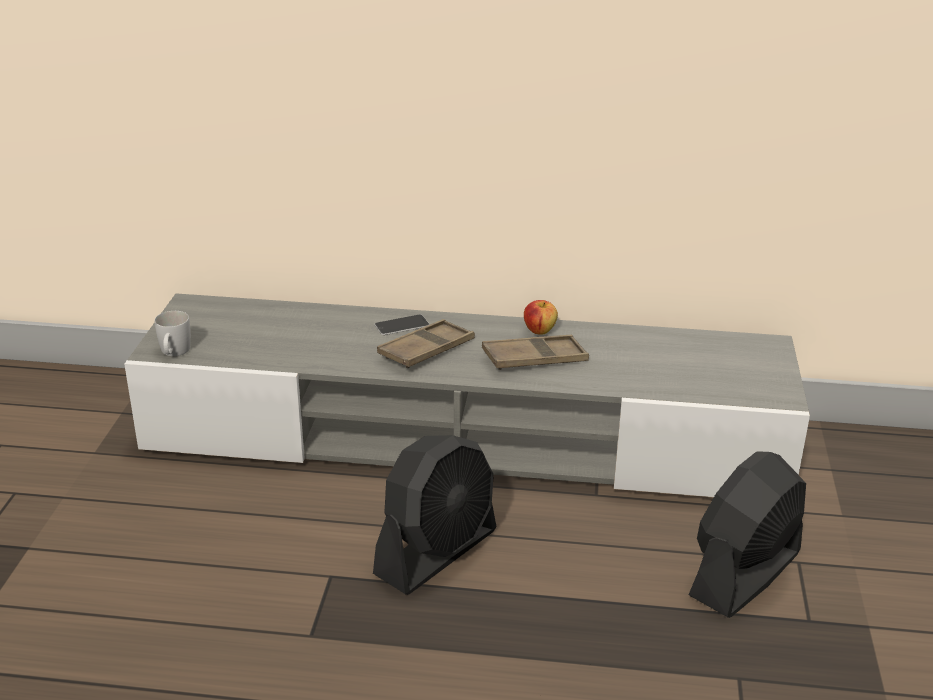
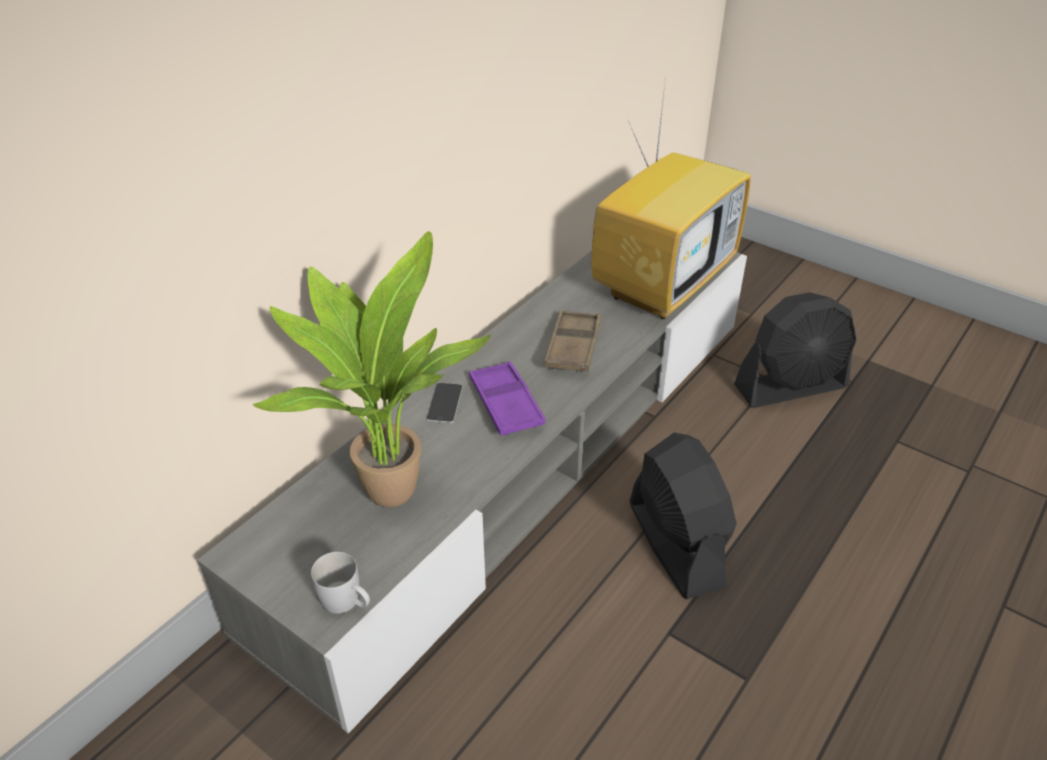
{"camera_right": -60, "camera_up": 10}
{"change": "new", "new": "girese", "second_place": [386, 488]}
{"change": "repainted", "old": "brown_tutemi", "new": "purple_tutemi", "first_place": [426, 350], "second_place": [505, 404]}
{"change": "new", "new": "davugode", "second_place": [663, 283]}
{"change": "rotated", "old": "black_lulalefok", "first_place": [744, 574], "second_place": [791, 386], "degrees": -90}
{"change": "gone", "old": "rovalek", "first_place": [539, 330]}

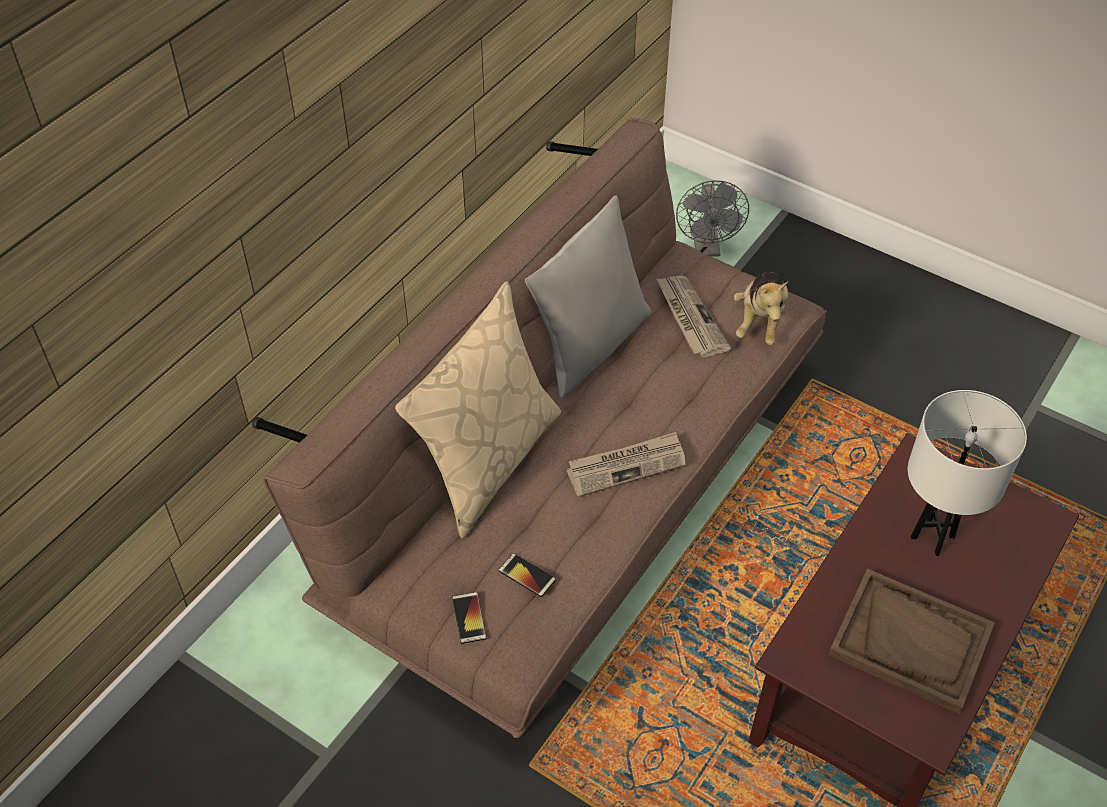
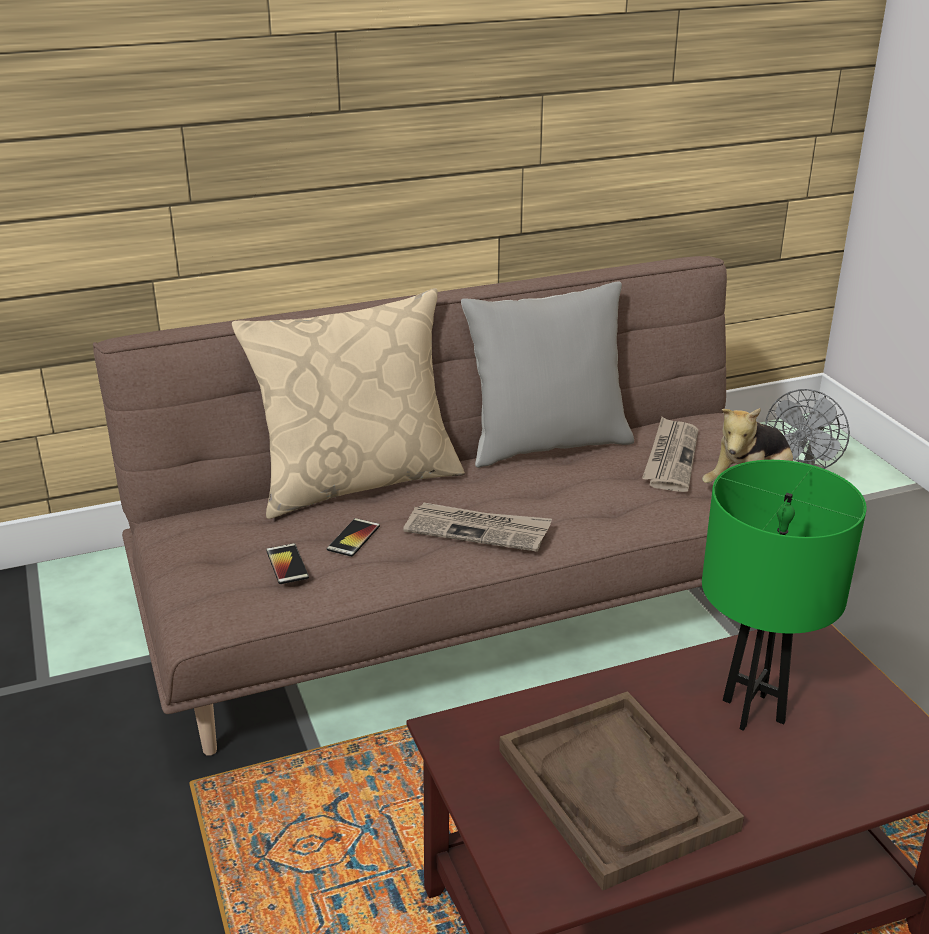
{"camera_right": 35, "camera_up": -20}
{"change": "shifted", "old": "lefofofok", "first_place": [469, 618], "second_place": [353, 538]}
{"change": "repainted", "old": "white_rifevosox", "new": "green_rifevosox", "first_place": [933, 537], "second_place": [753, 711]}

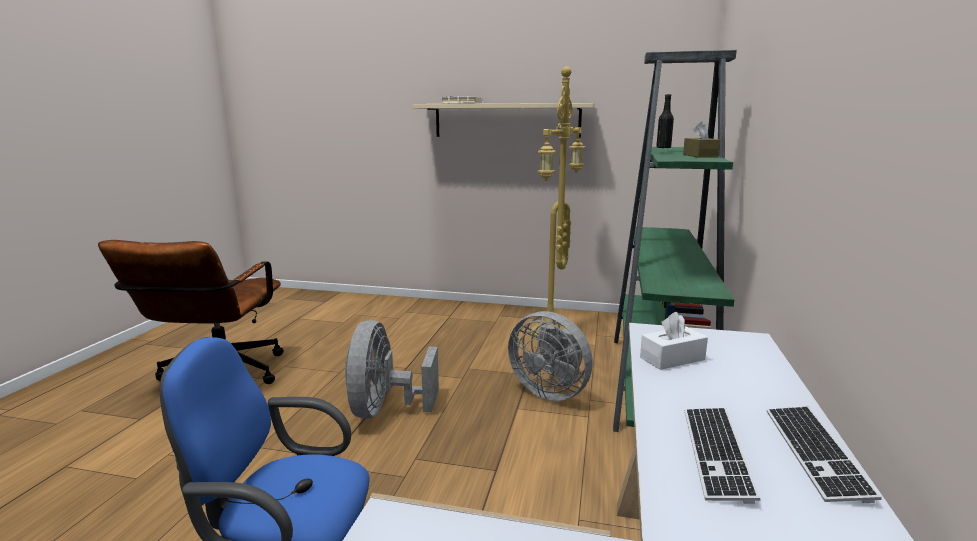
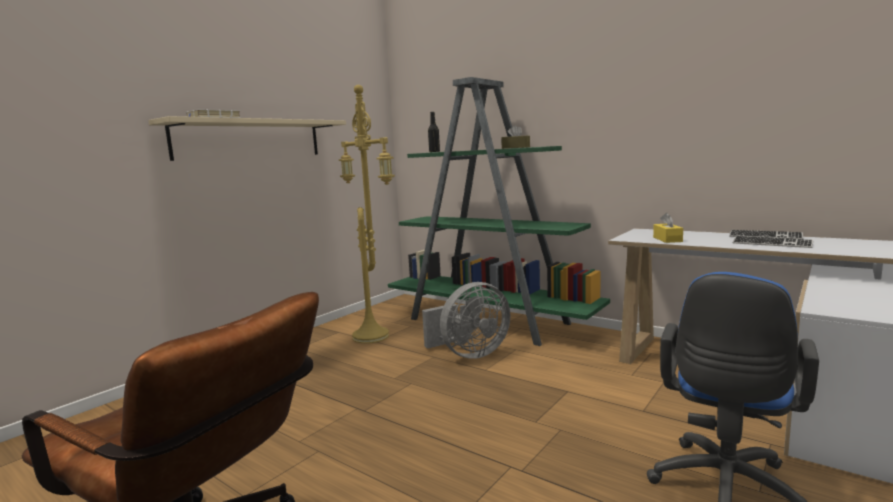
{"camera_right": -65, "camera_up": -5}
{"change": "repainted", "old": "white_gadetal", "new": "yellow_gadetal", "first_place": [672, 358], "second_place": [667, 239]}
{"change": "gone", "old": "grey_lulalefok", "first_place": [385, 410]}

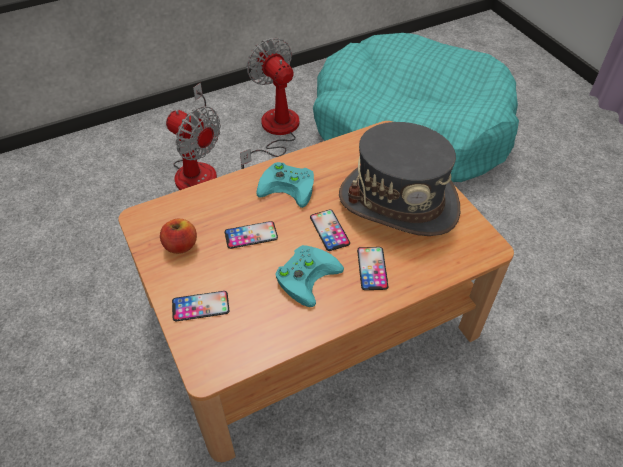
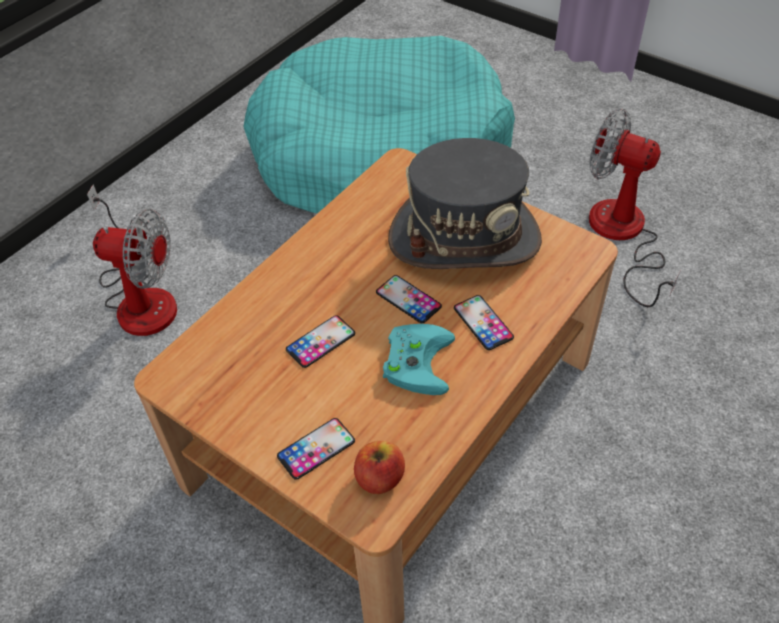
{"camera_right": -25, "camera_up": 0}
{"change": "shifted", "old": "rovalek", "first_place": [181, 245], "second_place": [379, 478]}
{"change": "shifted", "old": "lulalefok", "first_place": [274, 132], "second_place": [622, 236]}
{"change": "gone", "old": "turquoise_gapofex", "first_place": [290, 186]}

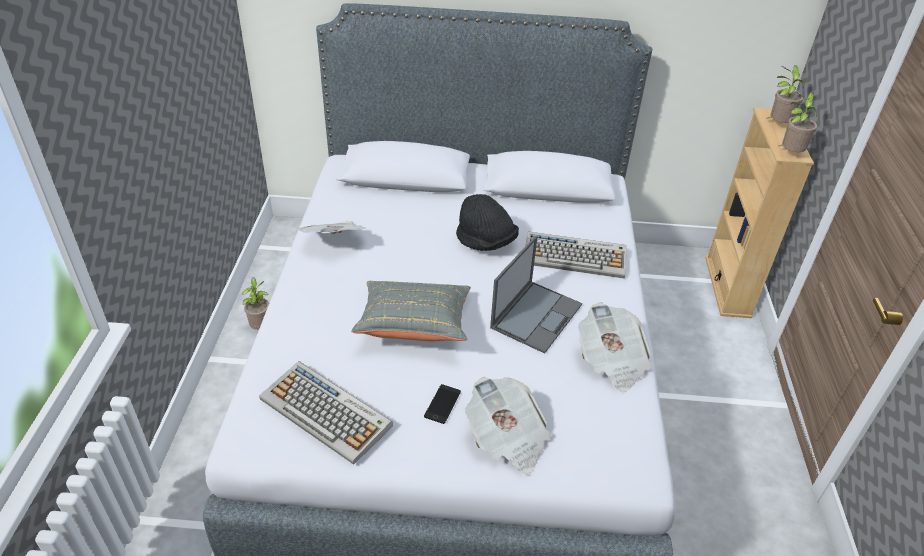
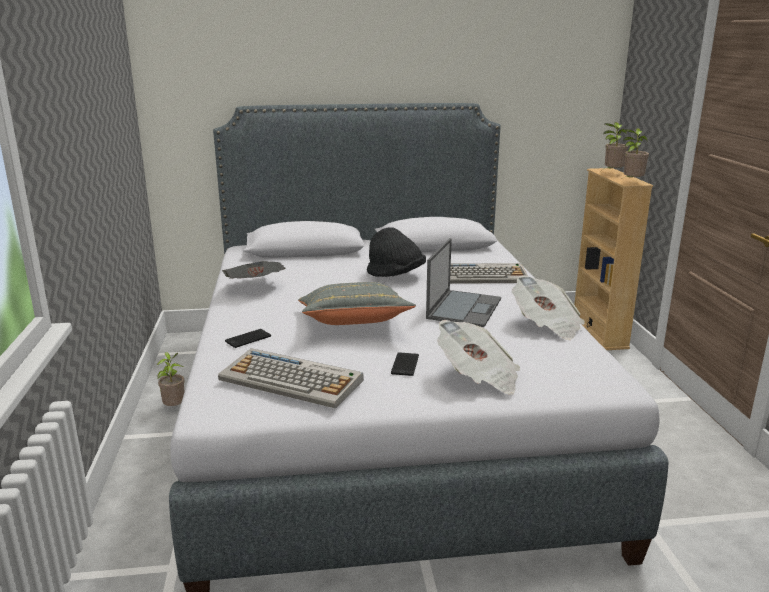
{"camera_right": -10, "camera_up": -20}
{"change": "new", "new": "lefofofok", "second_place": [248, 339]}

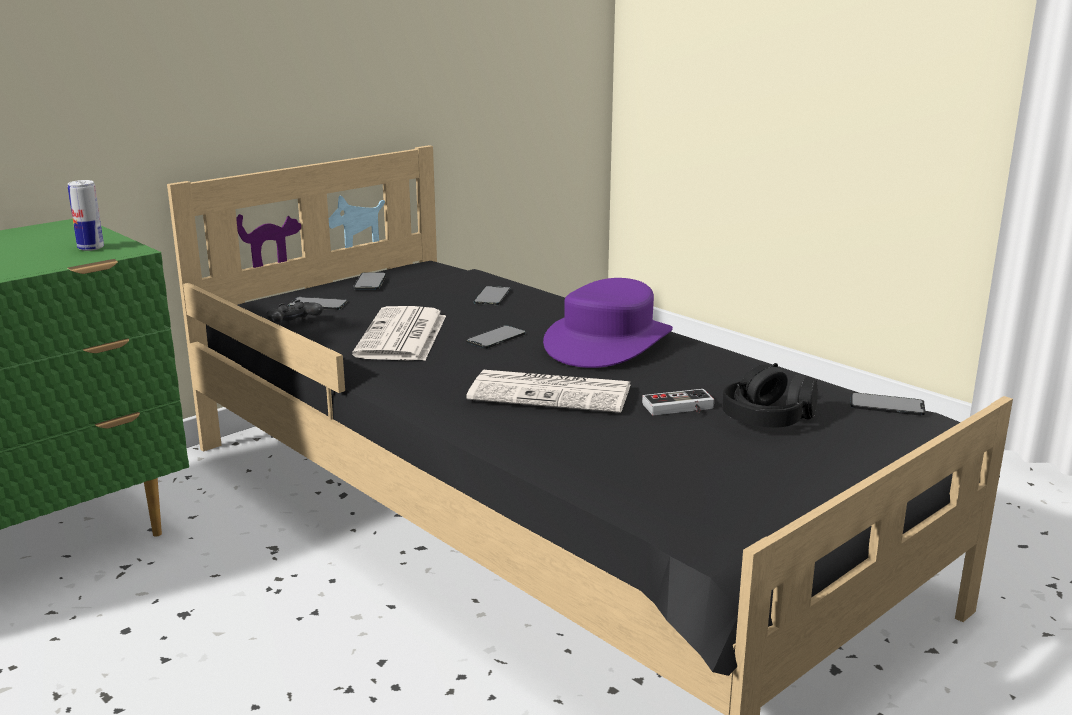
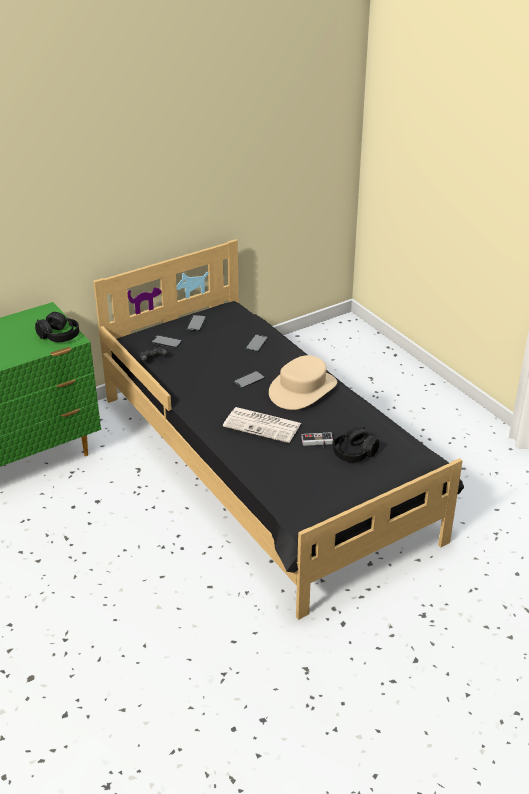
{"camera_right": 10, "camera_up": 15}
{"change": "swapped", "old": "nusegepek", "new": "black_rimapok", "first_place": [91, 248], "second_place": [59, 335]}
{"change": "repainted", "old": "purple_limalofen", "new": "beige_limalofen", "first_place": [608, 342], "second_place": [302, 389]}
{"change": "gone", "old": "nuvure", "first_place": [402, 336]}
{"change": "gone", "old": "lefofofok", "first_place": [887, 405]}

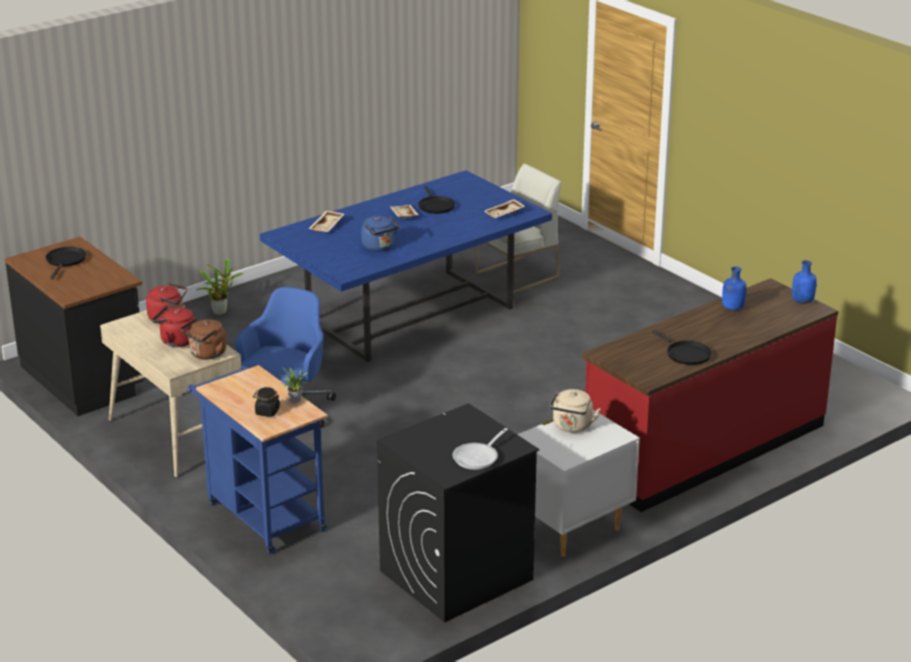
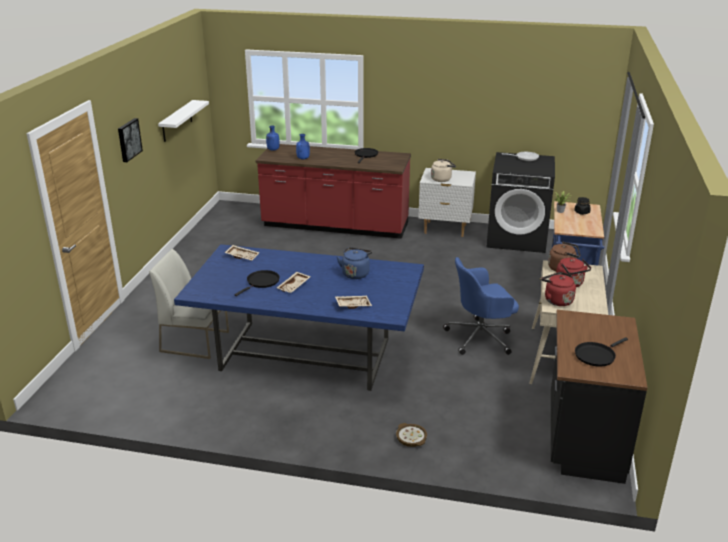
{"camera_right": -130, "camera_up": 0}
{"change": "new", "new": "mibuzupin", "second_place": [128, 139]}
{"change": "new", "new": "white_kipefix", "second_place": [177, 121]}
{"change": "swapped", "old": "girese", "new": "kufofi", "first_place": [221, 311], "second_place": [411, 438]}

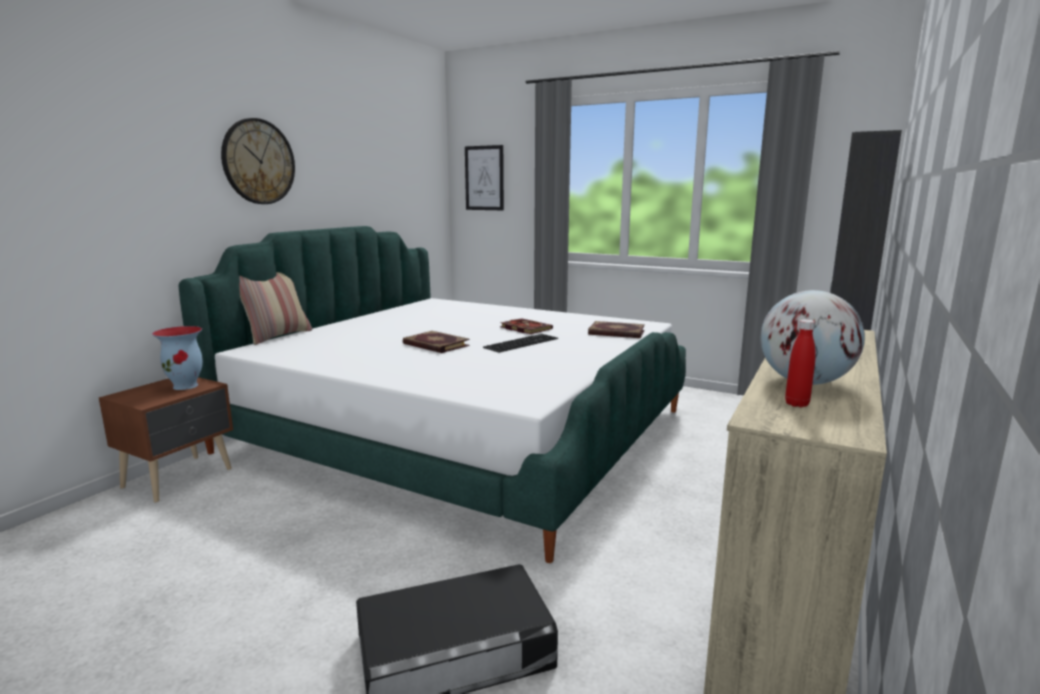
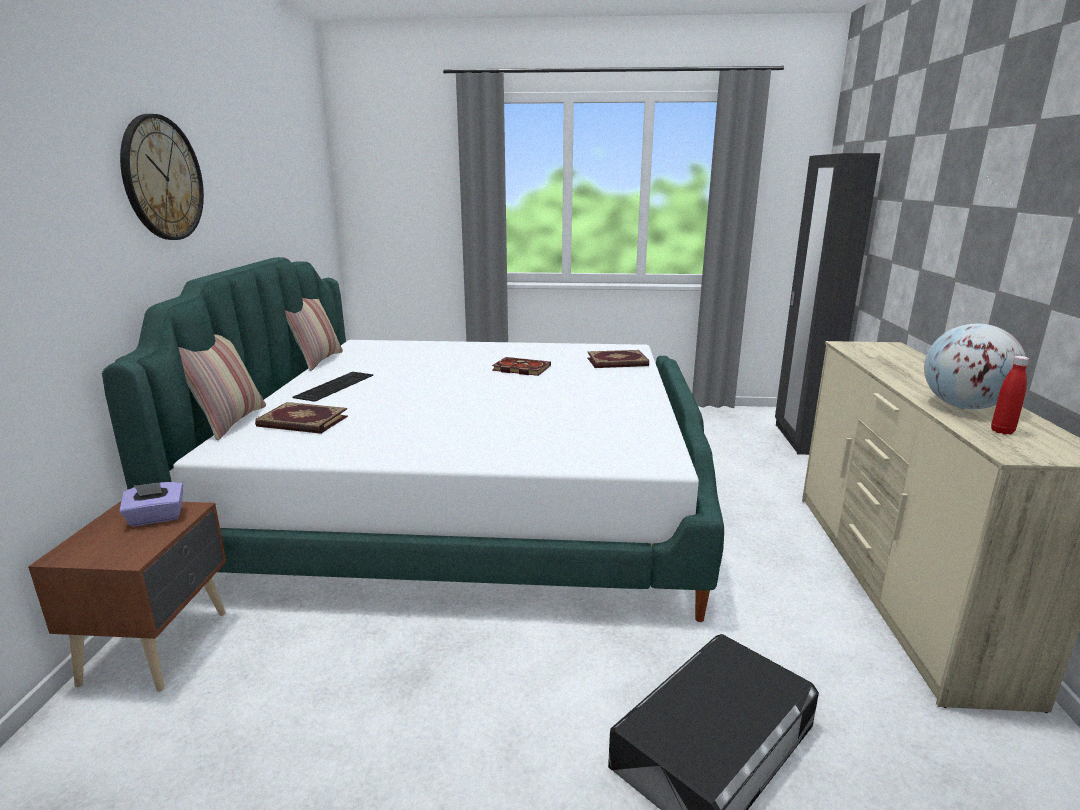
{"camera_right": -25, "camera_up": 5}
{"change": "swapped", "old": "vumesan", "new": "purple_gadetal", "first_place": [186, 386], "second_place": [156, 518]}
{"change": "shifted", "old": "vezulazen", "first_place": [435, 345], "second_place": [302, 422]}
{"change": "new", "new": "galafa", "second_place": [317, 360]}
{"change": "shifted", "old": "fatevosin", "first_place": [521, 342], "second_place": [334, 385]}
{"change": "gone", "old": "mibuzupin", "first_place": [484, 178]}

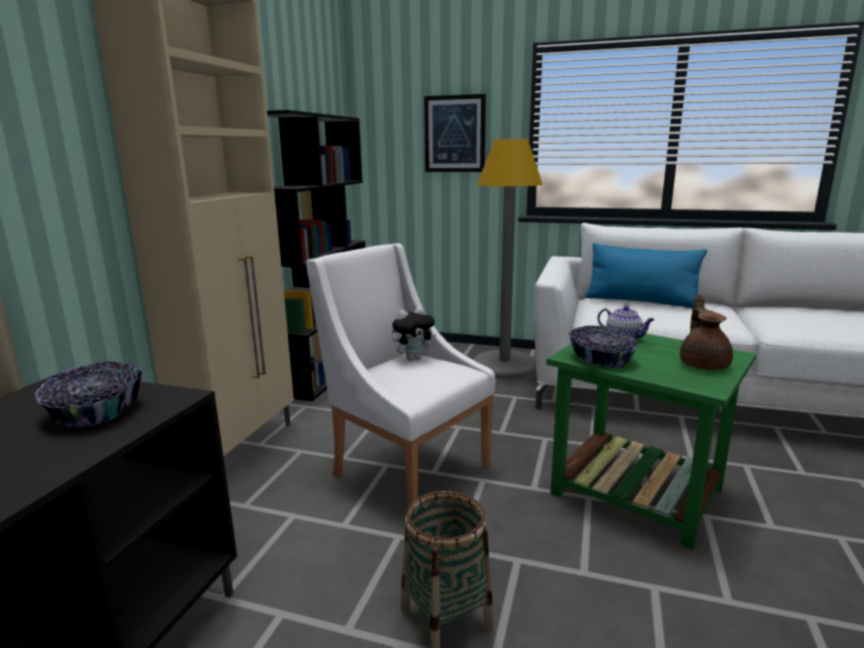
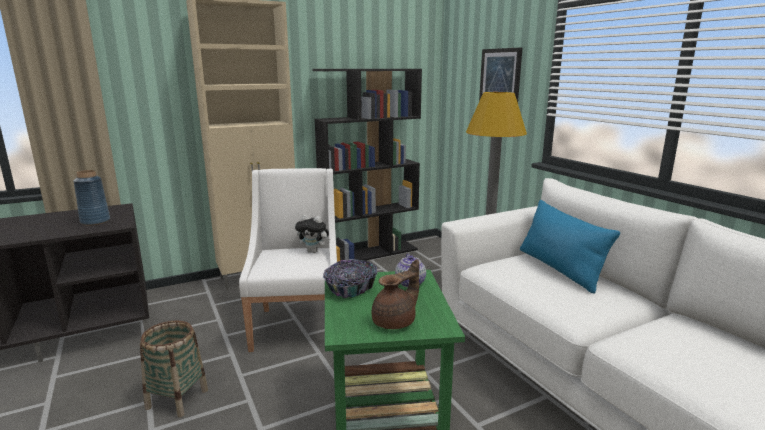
{"camera_right": 45, "camera_up": 0}
{"change": "swapped", "old": "kufofi", "new": "blue_vumesan", "first_place": [95, 411], "second_place": [95, 221]}

